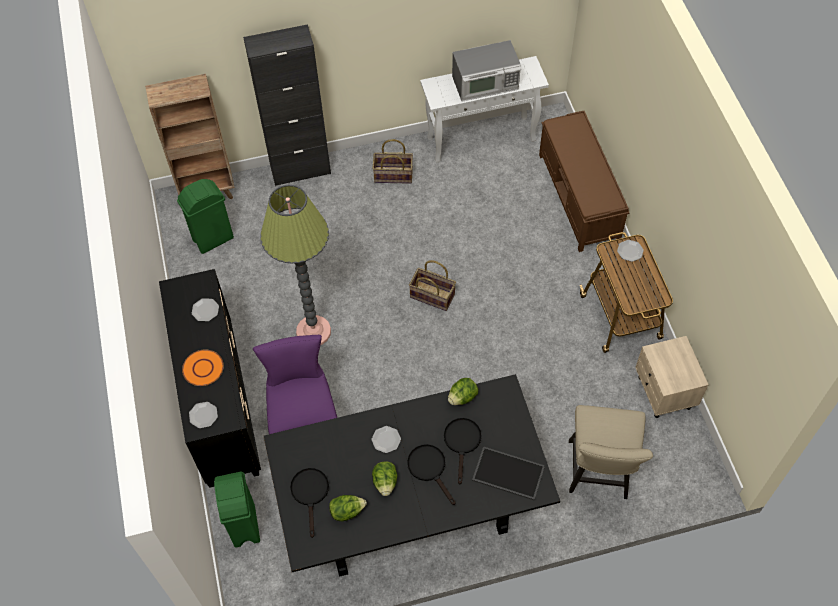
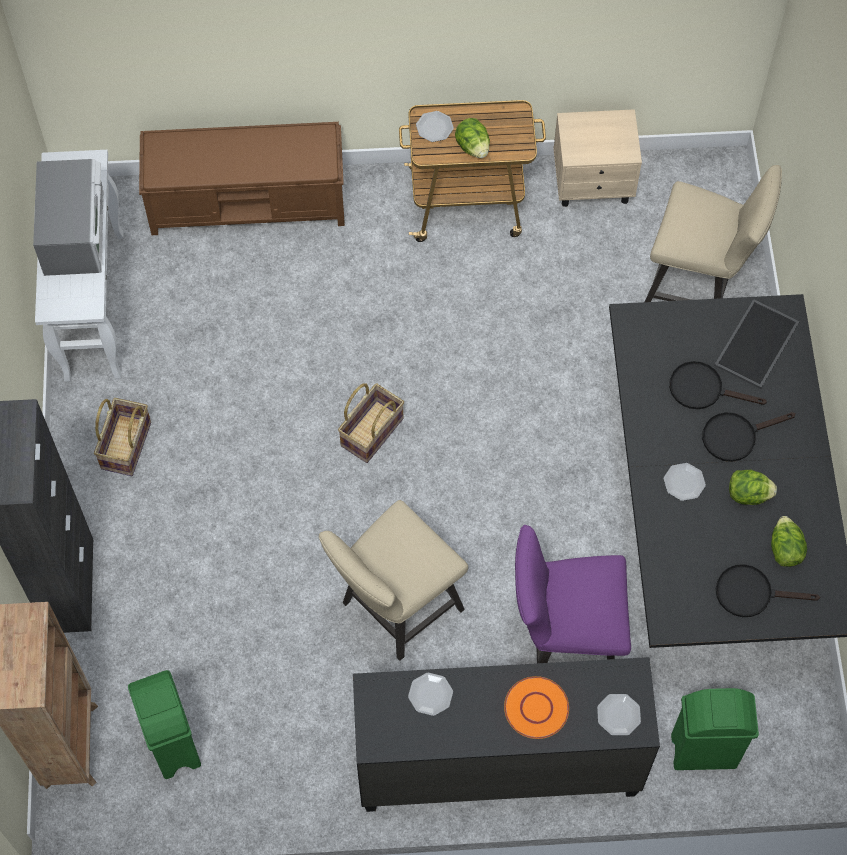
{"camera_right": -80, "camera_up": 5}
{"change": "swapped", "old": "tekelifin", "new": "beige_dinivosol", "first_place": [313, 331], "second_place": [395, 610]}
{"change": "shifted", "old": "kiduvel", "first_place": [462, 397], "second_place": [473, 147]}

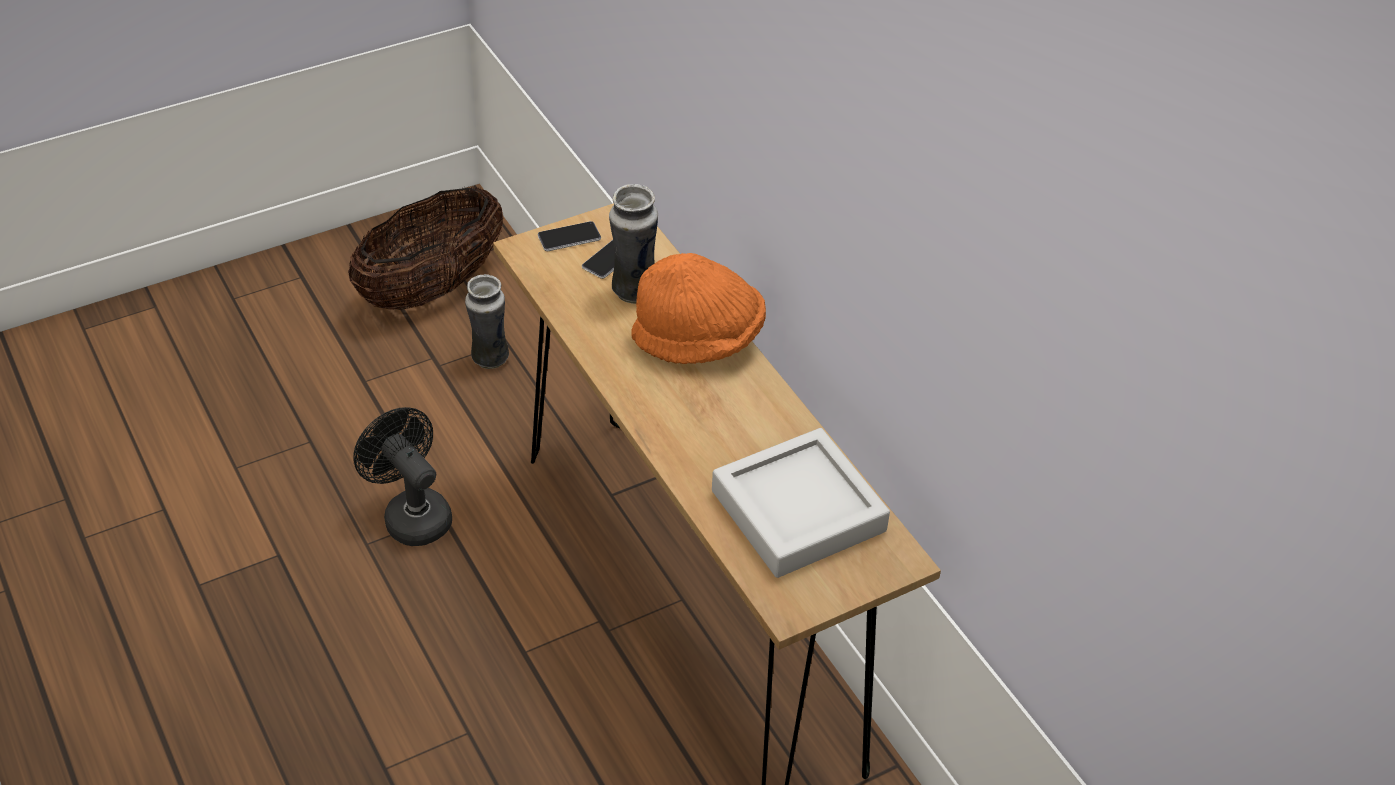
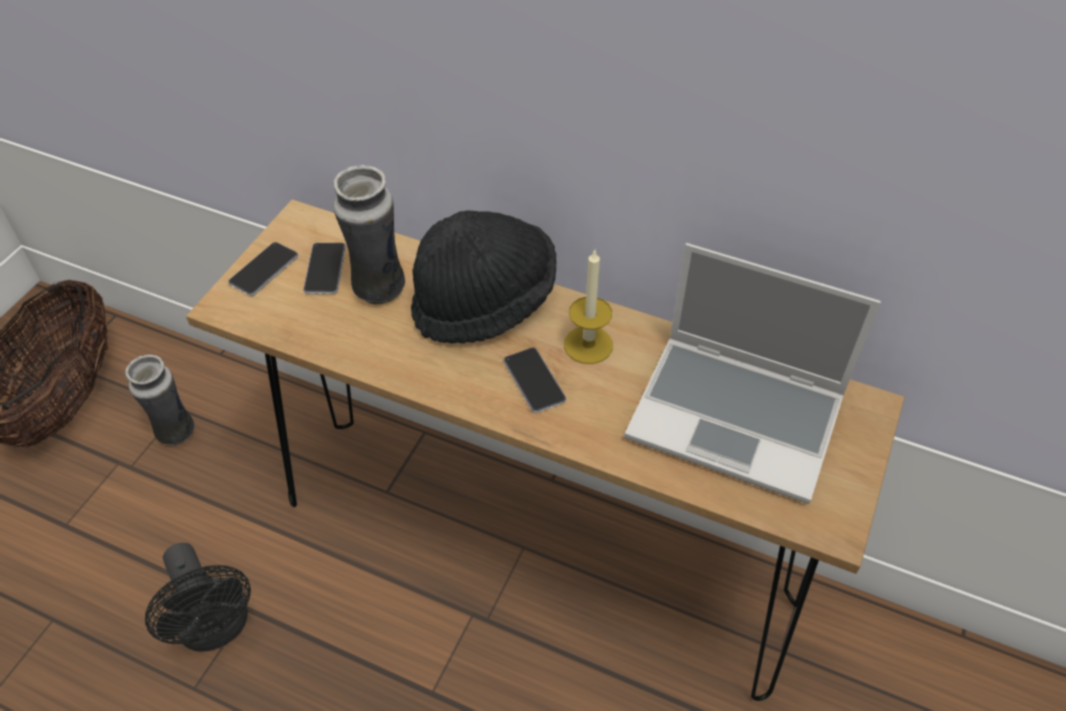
{"camera_right": -35, "camera_up": 5}
{"change": "rotated", "old": "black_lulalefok", "first_place": [411, 514], "second_place": [217, 628], "degrees": -135}
{"change": "repainted", "old": "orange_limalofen", "new": "black_limalofen", "first_place": [698, 339], "second_place": [484, 302]}
{"change": "new", "new": "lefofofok", "second_place": [534, 381]}
{"change": "new", "new": "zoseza", "second_place": [588, 345]}
{"change": "swapped", "old": "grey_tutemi", "new": "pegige", "first_place": [798, 511], "second_place": [738, 418]}

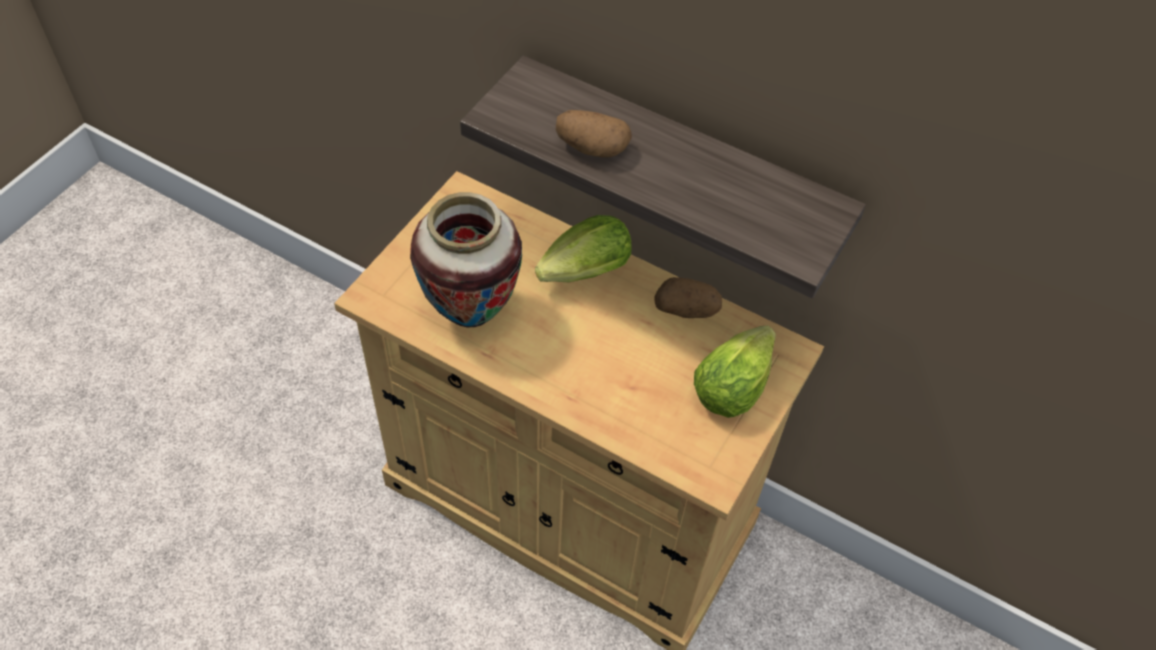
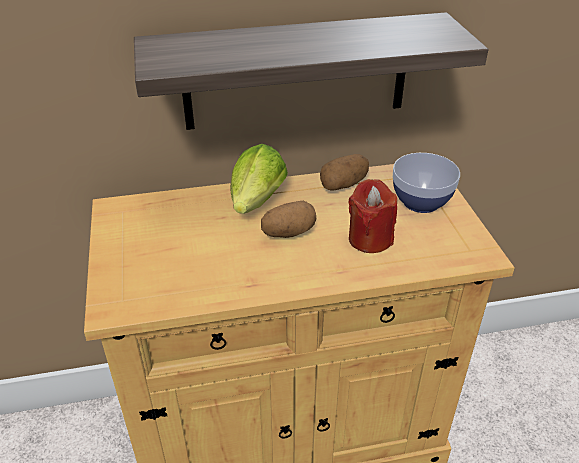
{"camera_right": -40, "camera_up": -15}
{"change": "shifted", "old": "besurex", "first_place": [591, 148], "second_place": [289, 232]}
{"change": "new", "new": "red_zoseza", "second_place": [370, 239]}
{"change": "swapped", "old": "kiduvel", "new": "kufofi", "first_place": [735, 383], "second_place": [421, 202]}
{"change": "gone", "old": "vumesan", "first_place": [470, 314]}

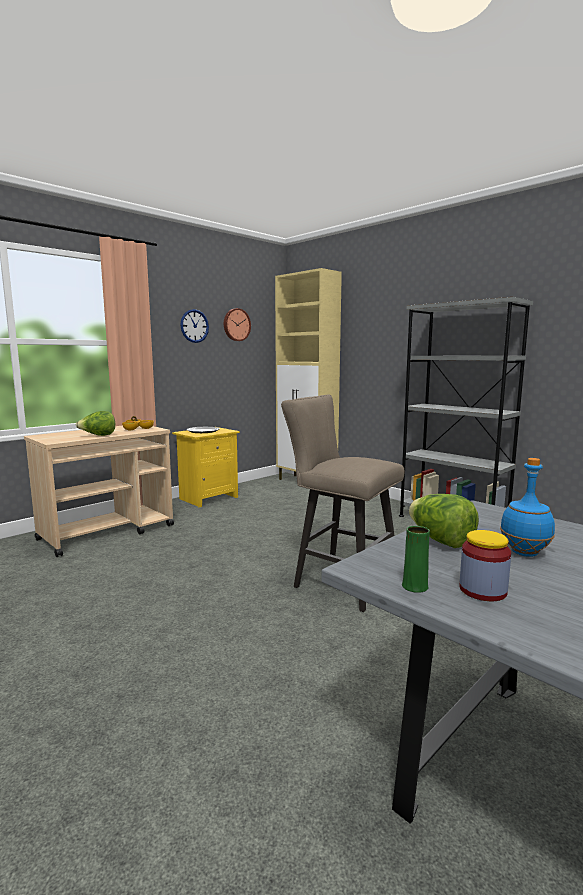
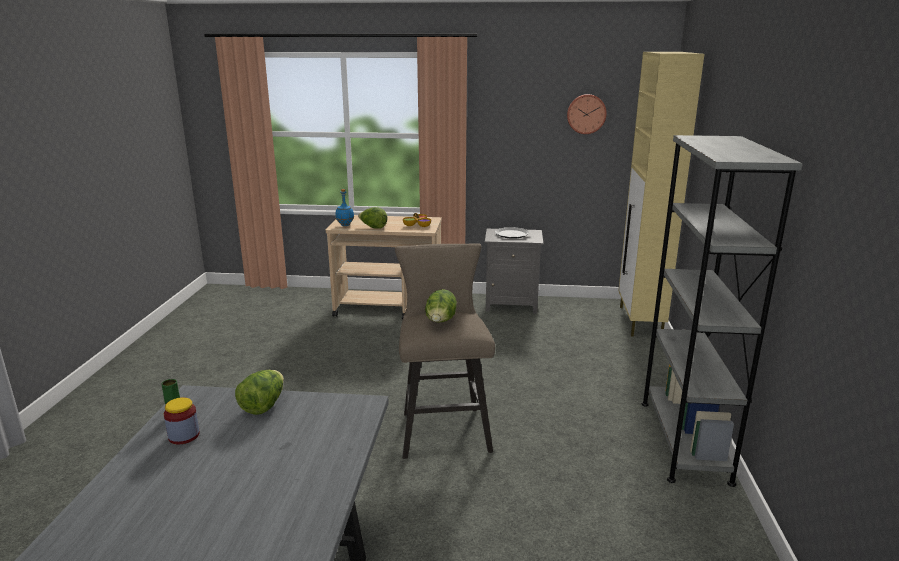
{"camera_right": 50, "camera_up": 10}
{"change": "shifted", "old": "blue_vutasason", "first_place": [523, 553], "second_place": [345, 225]}
{"change": "new", "new": "kiduvel", "second_place": [440, 322]}
{"change": "repainted", "old": "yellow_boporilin", "new": "grey_boporilin", "first_place": [207, 498], "second_place": [511, 304]}
{"change": "gone", "old": "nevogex", "first_place": [194, 326]}

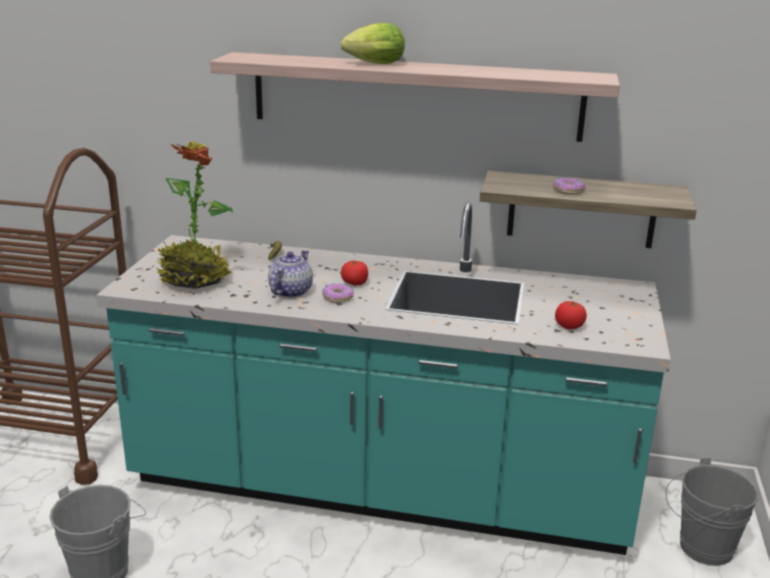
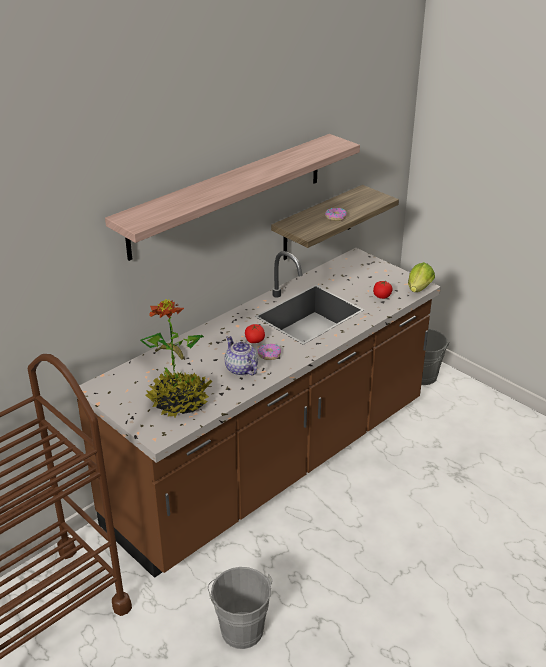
{"camera_right": -55, "camera_up": 10}
{"change": "repainted", "old": "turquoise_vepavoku", "new": "brown_vepavoku", "first_place": [380, 488], "second_place": [273, 464]}
{"change": "shifted", "old": "kiduvel", "first_place": [372, 64], "second_place": [418, 290]}

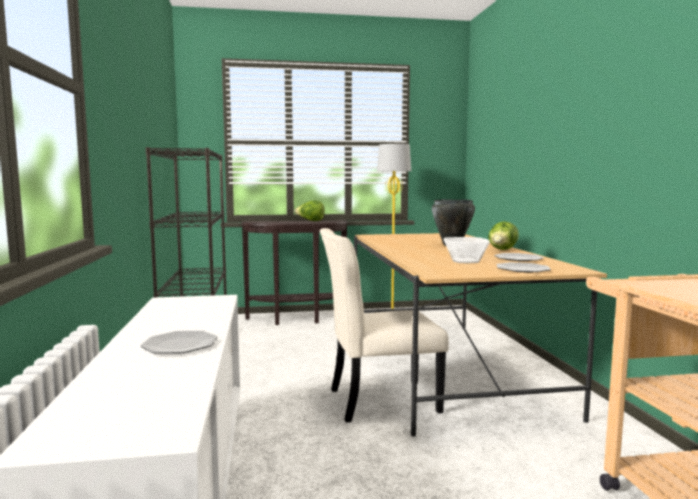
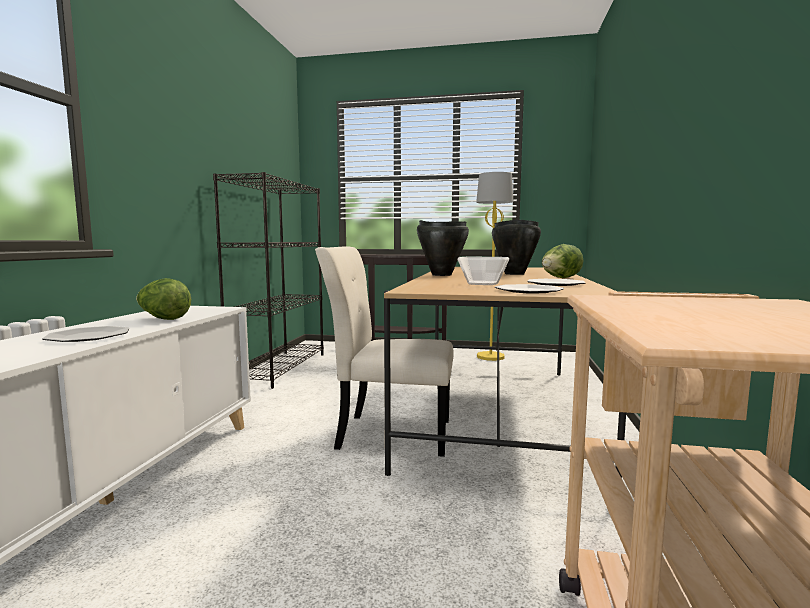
{"camera_right": 20, "camera_up": 0}
{"change": "shifted", "old": "kiduvel", "first_place": [310, 221], "second_place": [163, 319]}
{"change": "new", "new": "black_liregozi", "second_place": [441, 275]}

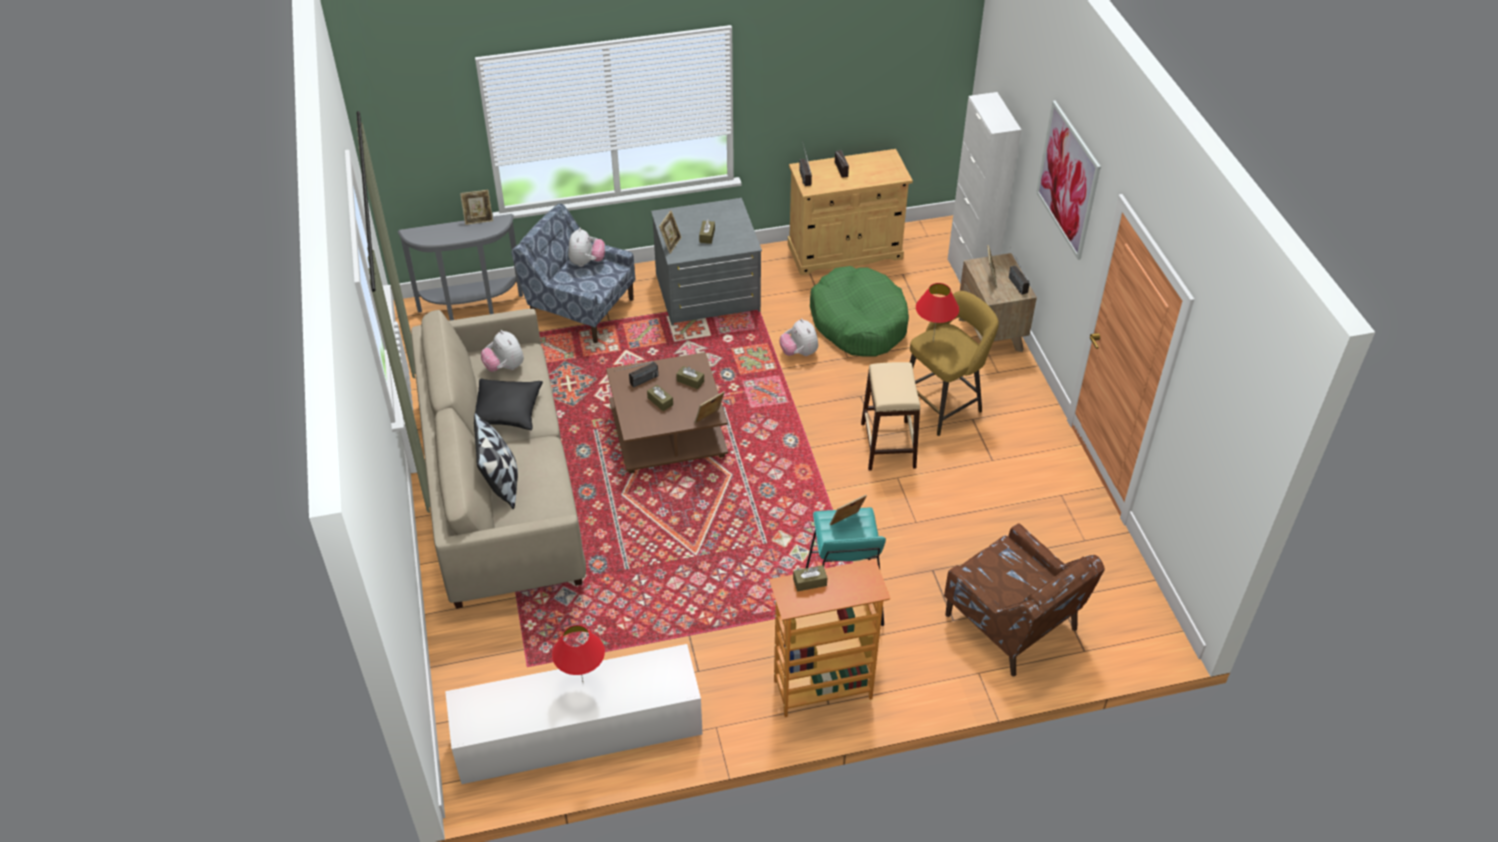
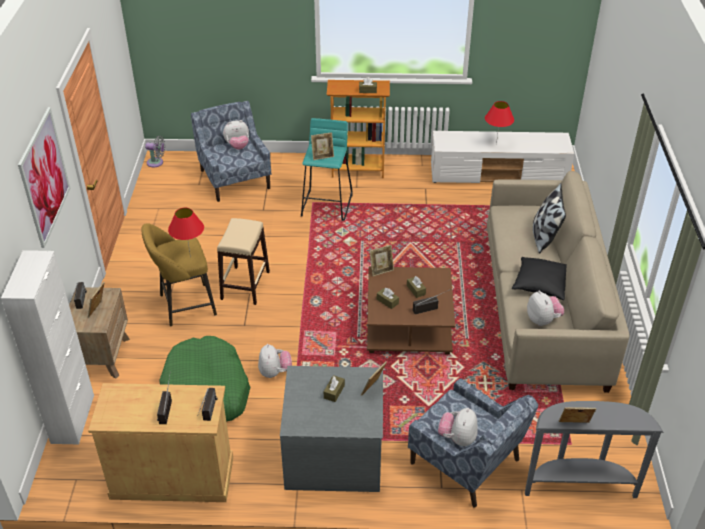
{"camera_right": -165, "camera_up": -5}
{"change": "new", "new": "grey_lulalefok", "second_place": [157, 162]}
{"change": "repainted", "old": "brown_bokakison", "new": "blue_bokakison", "first_place": [1012, 624], "second_place": [235, 178]}
{"change": "new", "new": "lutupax", "second_place": [238, 146]}

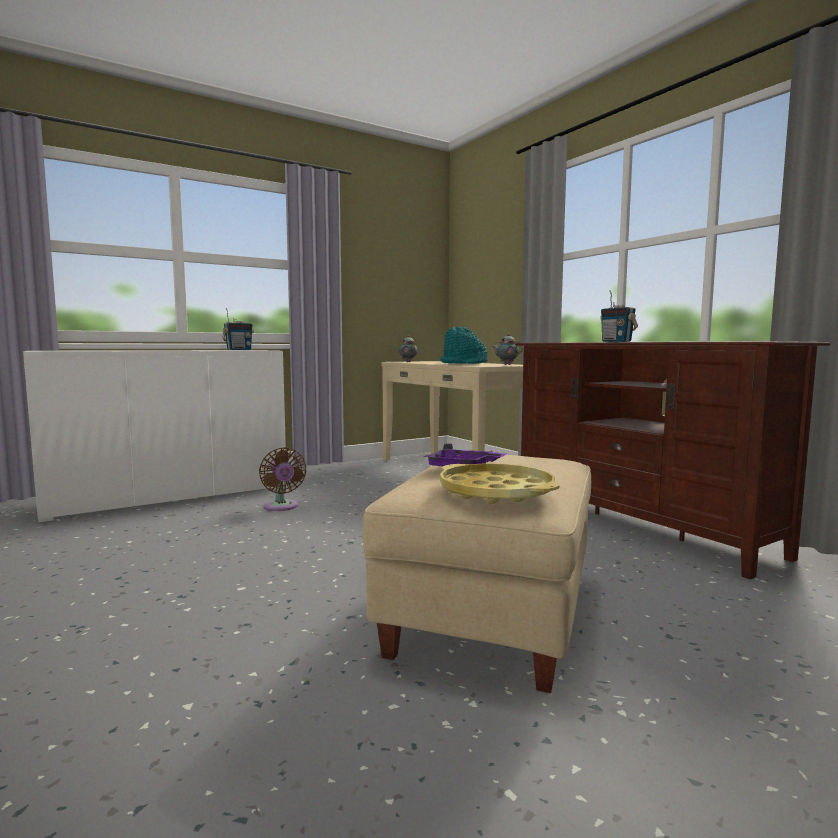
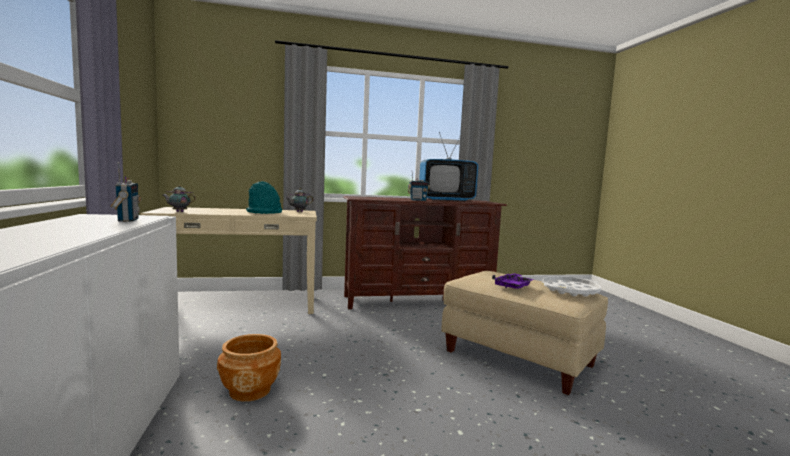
{"camera_right": -70, "camera_up": 0}
{"change": "swapped", "old": "brown_lulalefok", "new": "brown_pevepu", "first_place": [281, 507], "second_place": [250, 390]}
{"change": "new", "new": "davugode", "second_place": [446, 200]}
{"change": "repainted", "old": "yellow_tutemi", "new": "white_tutemi", "first_place": [496, 492], "second_place": [570, 290]}

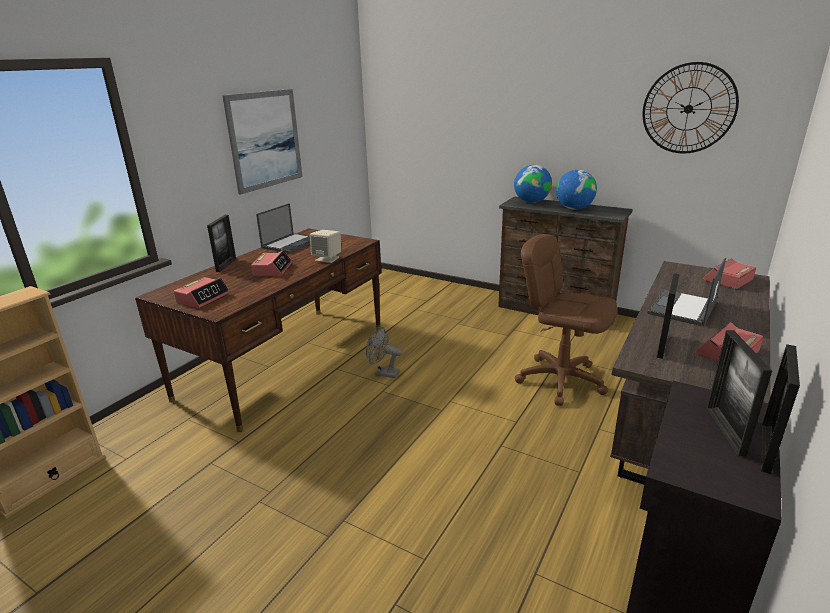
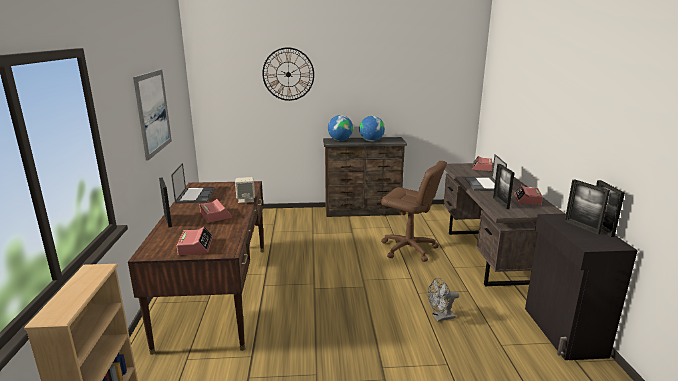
{"camera_right": -35, "camera_up": -5}
{"change": "shifted", "old": "nevogex", "first_place": [688, 109], "second_place": [288, 74]}
{"change": "rotated", "old": "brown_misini", "first_place": [560, 380], "second_place": [408, 249], "degrees": -150}
{"change": "shifted", "old": "grey_lulalefok", "first_place": [383, 373], "second_place": [440, 317]}

